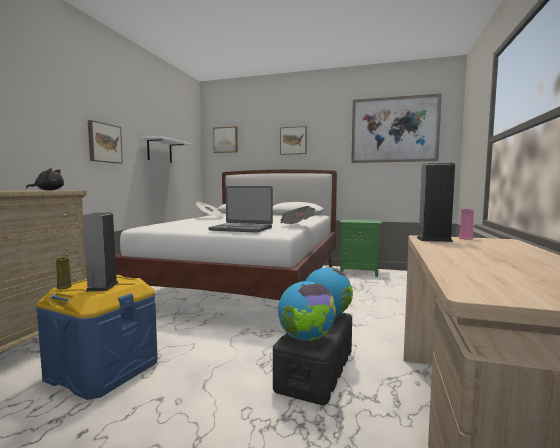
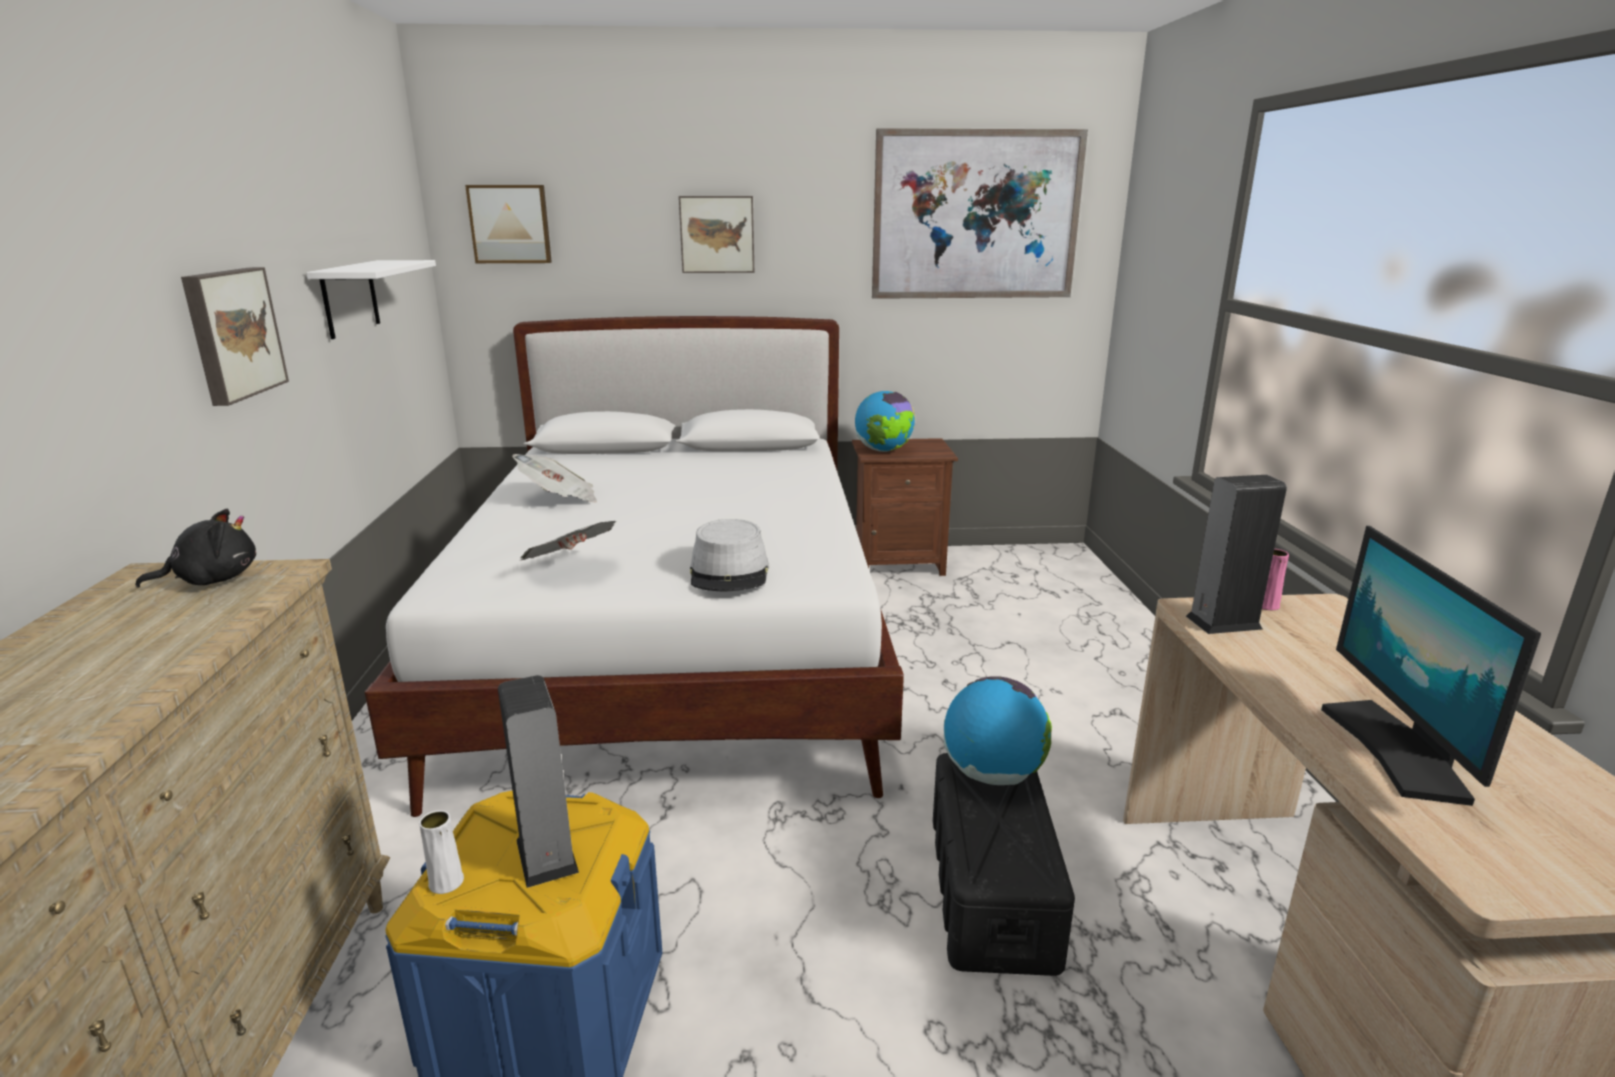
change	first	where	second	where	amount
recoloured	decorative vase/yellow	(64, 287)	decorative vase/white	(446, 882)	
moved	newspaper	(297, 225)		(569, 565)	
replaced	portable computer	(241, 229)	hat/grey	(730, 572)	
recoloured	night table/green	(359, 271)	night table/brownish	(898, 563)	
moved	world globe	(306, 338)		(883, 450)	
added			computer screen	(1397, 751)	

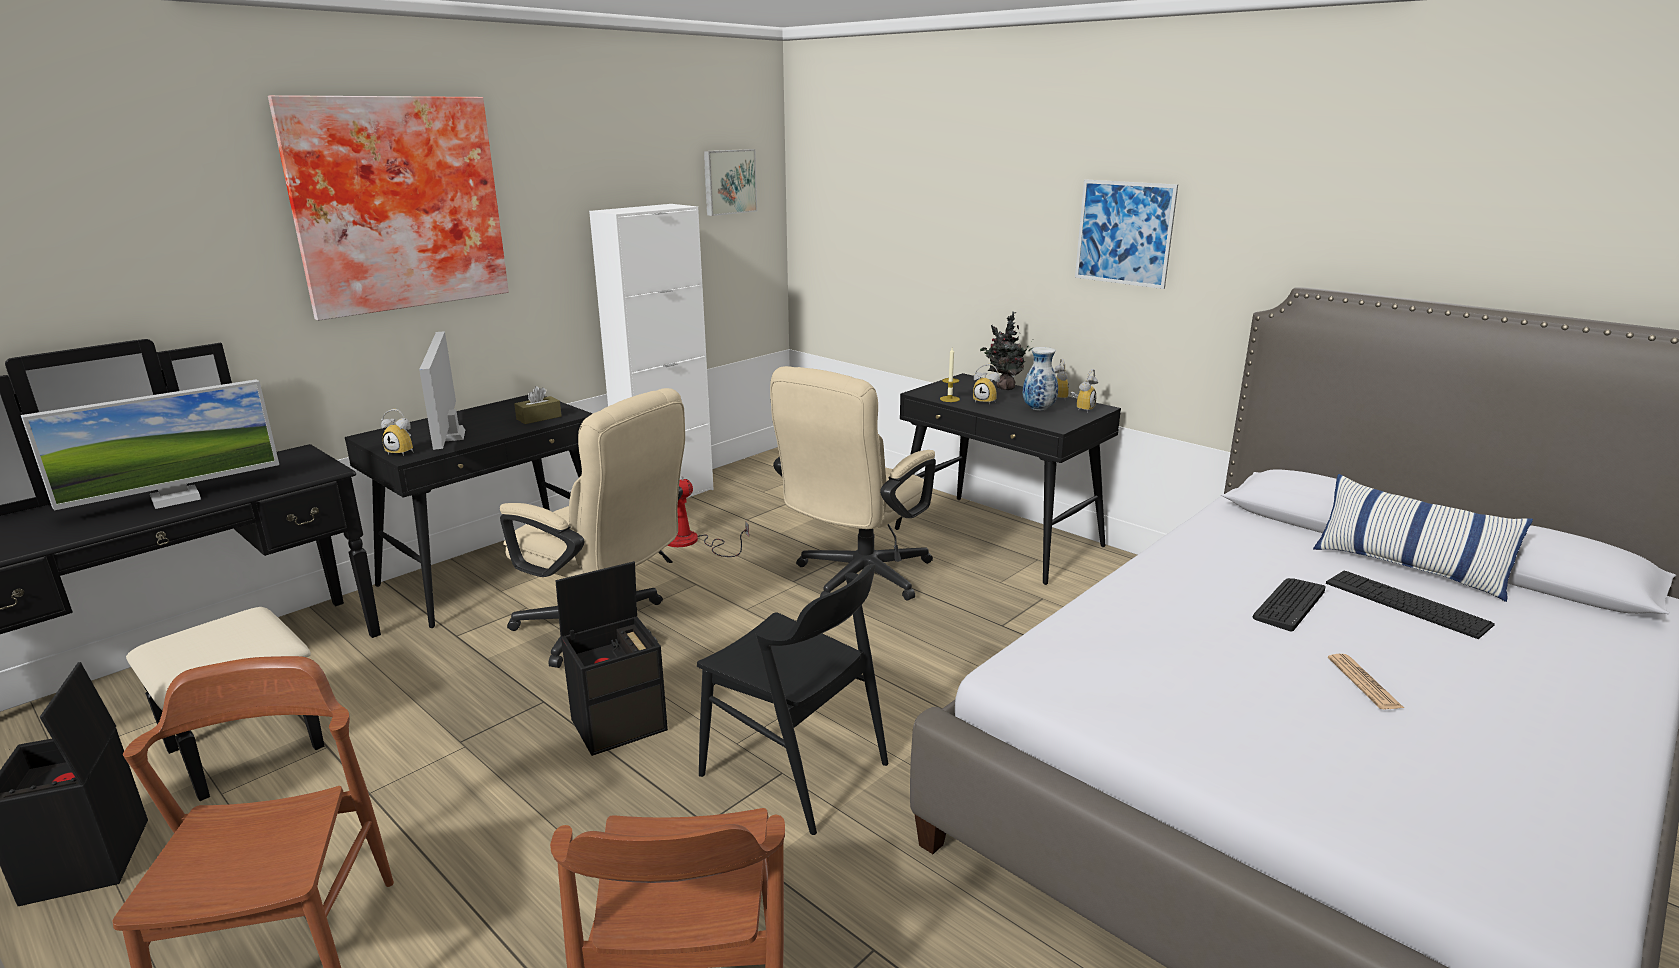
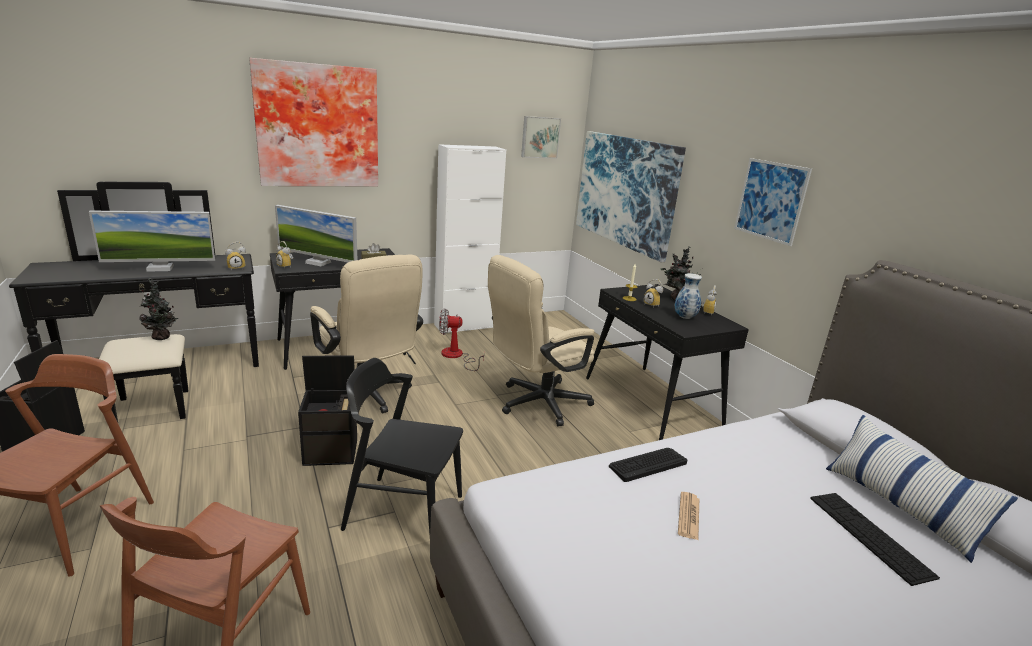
change	first	where	second	where	amount
added			houseplant	(162, 338)	
moved	bedside clock	(1082, 409)		(237, 268)	
turned	computer screen	(449, 436)		(318, 262)	75 degrees counterclockwise
turned	plain chair/black	(795, 769)		(403, 512)	135 degrees clockwise
added			picture	(625, 191)	
moved	computer keyboard	(1288, 604)		(647, 464)	
moved	newspaper	(1364, 683)		(688, 516)	

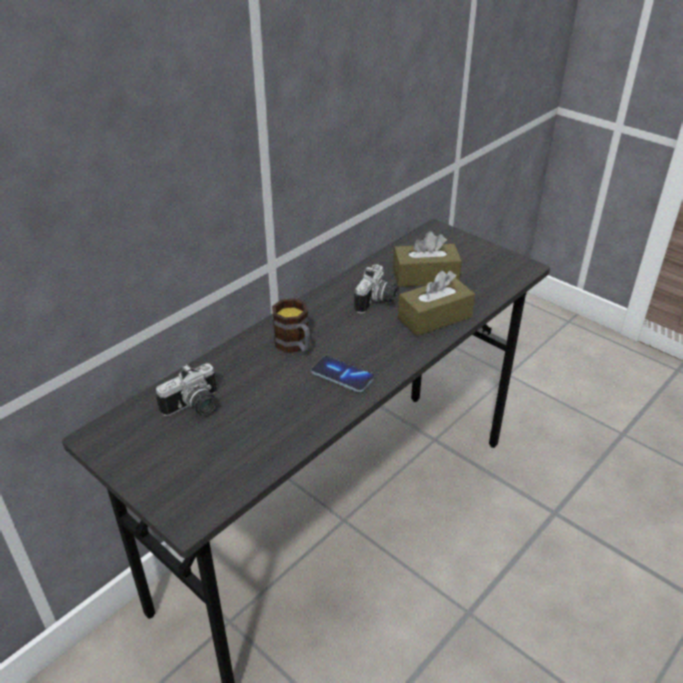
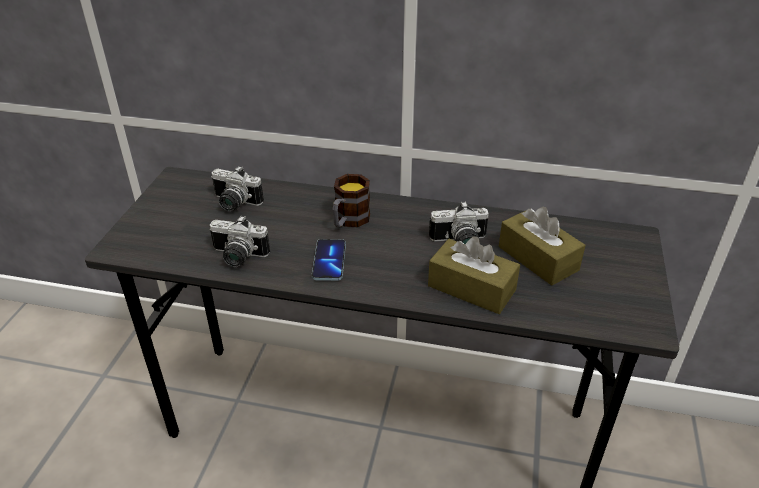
change	first	where	second	where	amount
added			photo camera	(237, 257)	

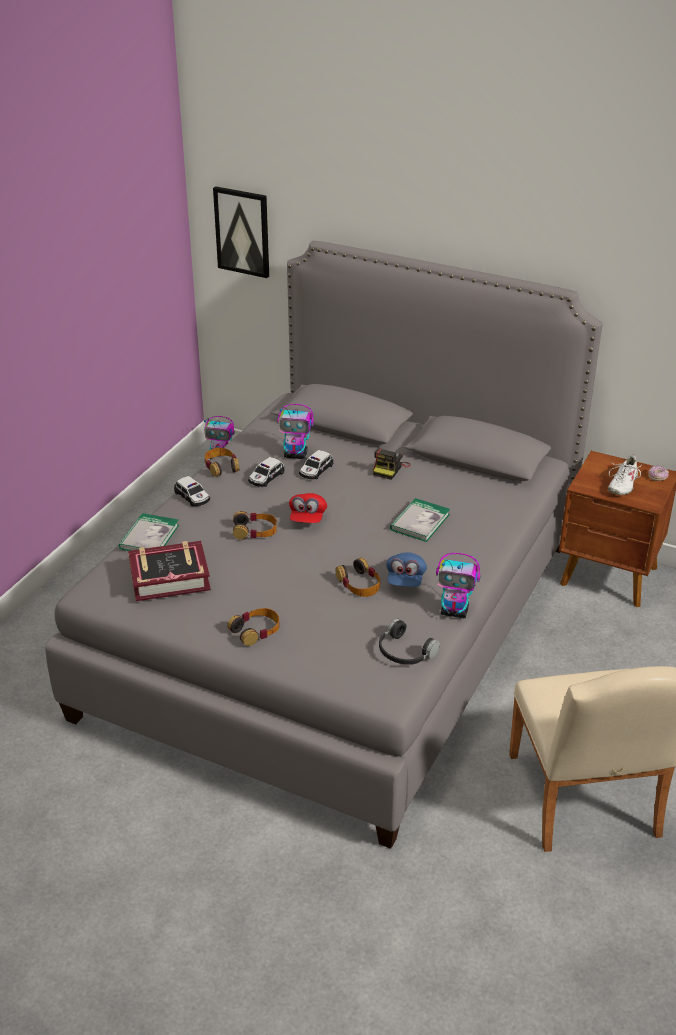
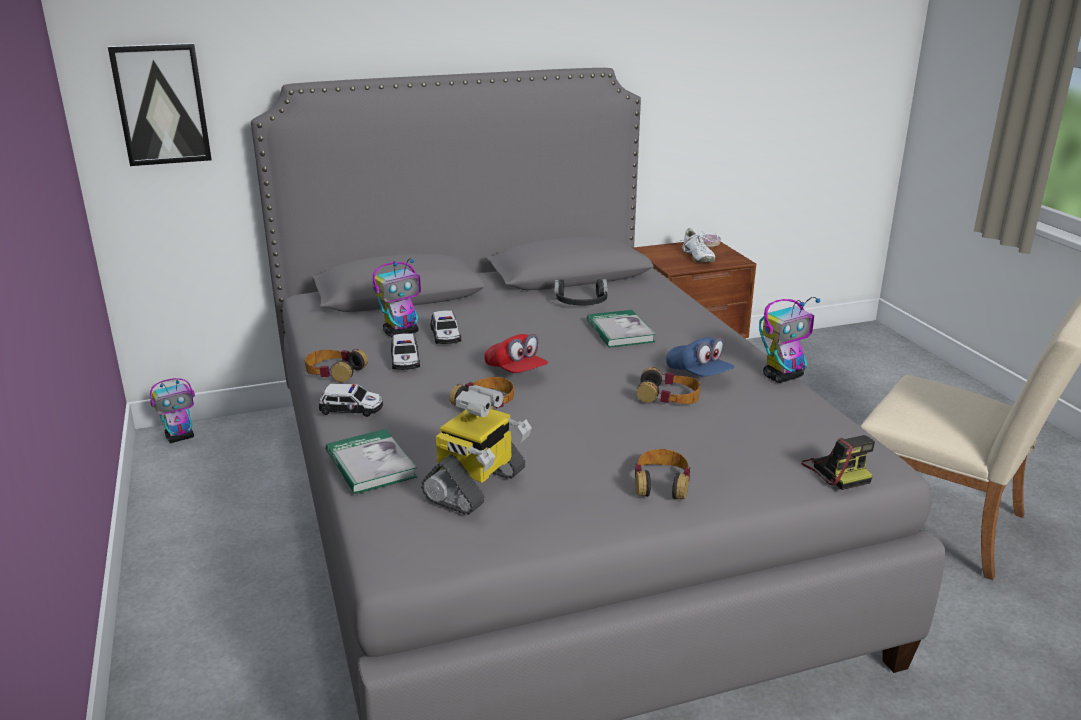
change	first	where	second	where	amount
replaced	book	(169, 577)	robot figure	(476, 486)	
moved	headset/black	(404, 652)		(581, 303)	
moved	photo camera	(390, 469)		(836, 471)	

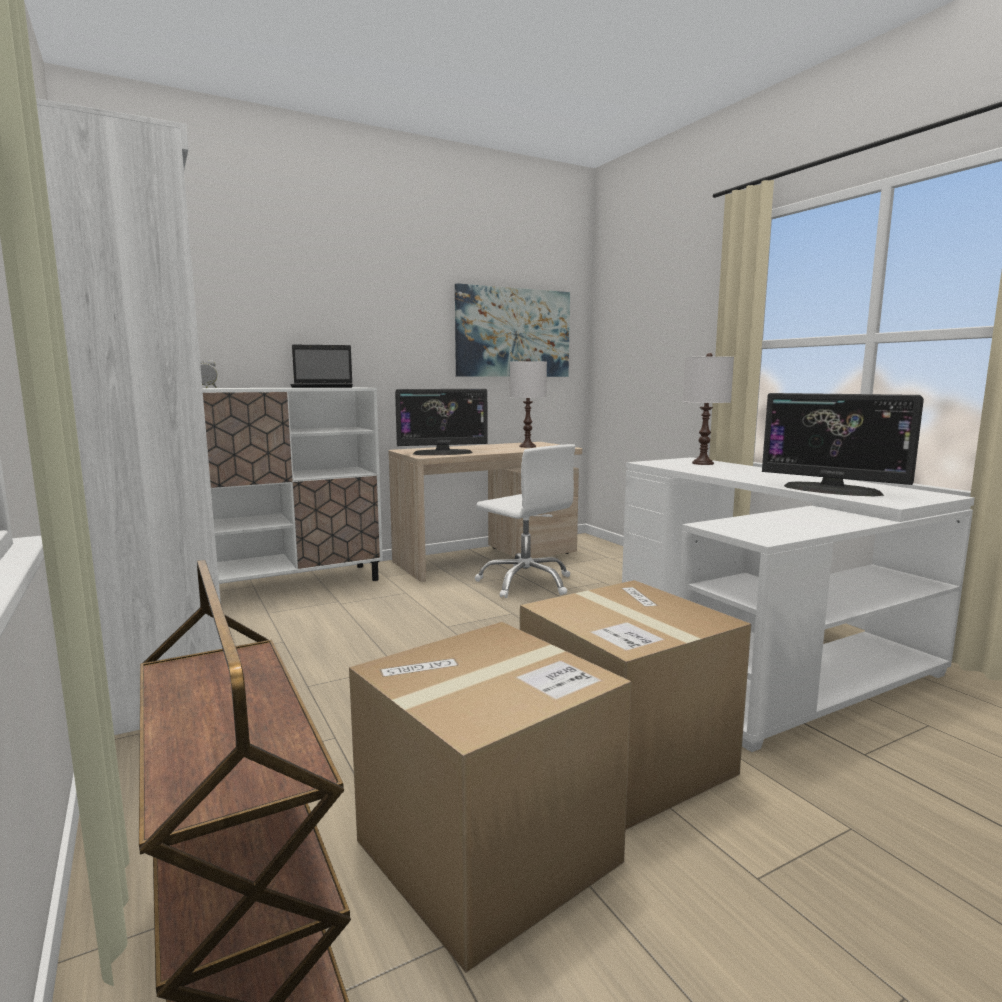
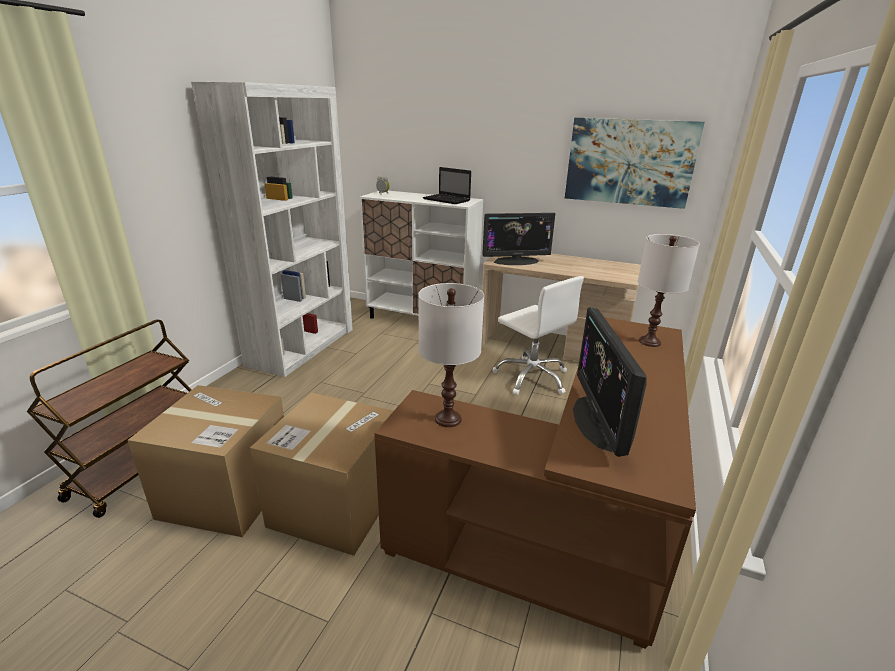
change	first	where	second	where	amount
recoloured	desk unit/white	(762, 644)	desk unit/brownish	(569, 514)	
moved	tabletop lamp/white	(527, 446)		(448, 419)	
turned	computer screen	(442, 453)		(516, 261)	45 degrees counterclockwise
turned	computer chair/white	(526, 583)		(532, 377)	45 degrees counterclockwise

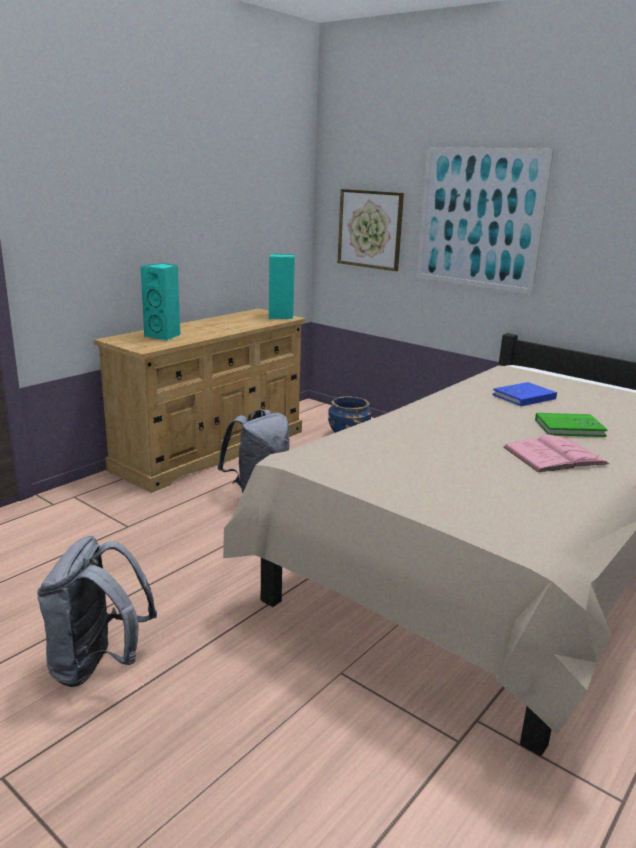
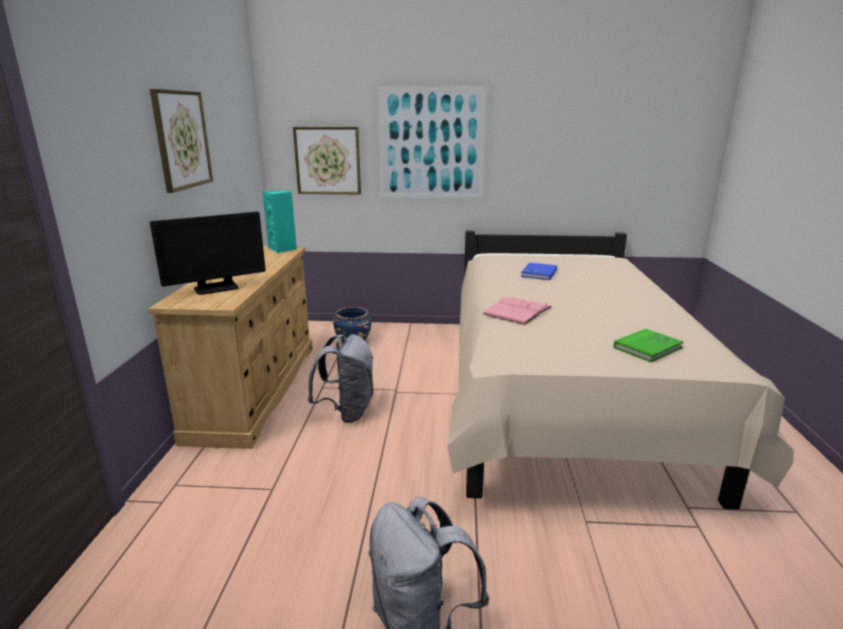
change	first	where	second	where	amount
added			picture	(182, 140)	
replaced	loudspeaker/turquoise	(164, 336)	computer screen	(216, 288)	
moved	book/pink	(554, 455)		(517, 311)	
moved	book/green	(569, 428)		(647, 348)	

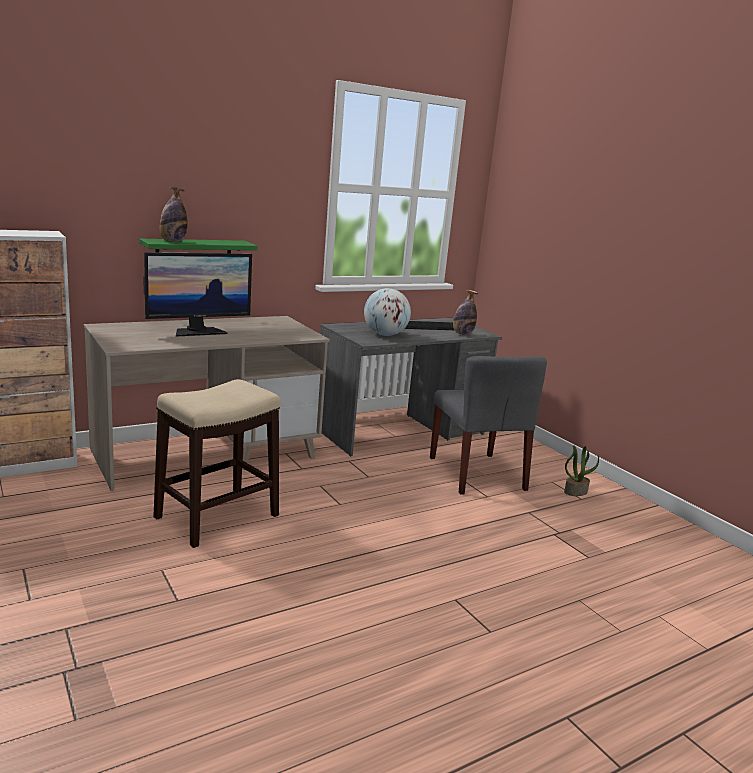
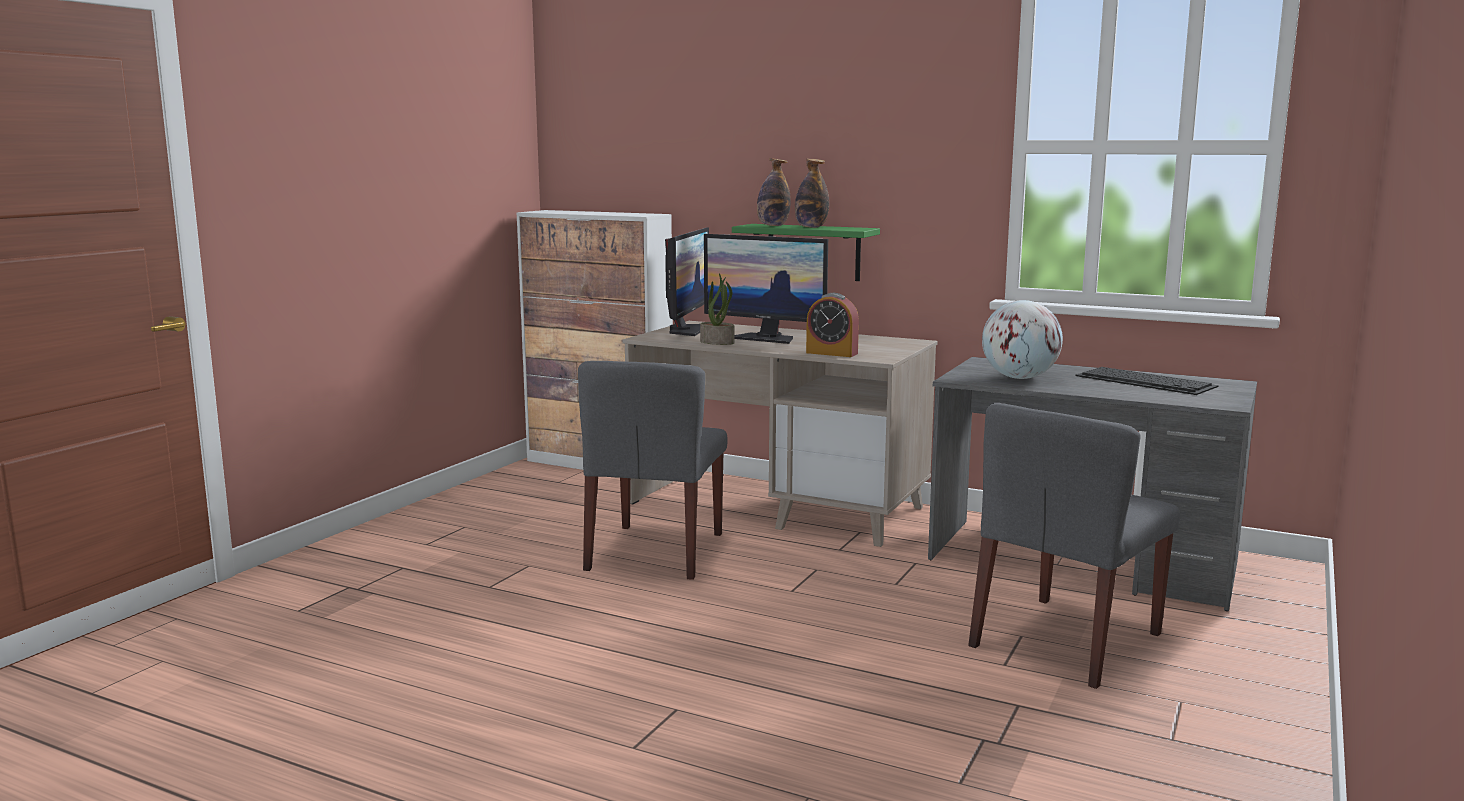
change	first	where	second	where	amount
replaced	stool seat	(216, 517)	plain chair/grey	(655, 552)	
added			computer screen	(687, 330)	
moved	houseplant	(575, 491)		(718, 342)	
moved	bottle	(462, 334)		(811, 227)	
added			bedside clock	(832, 353)	

